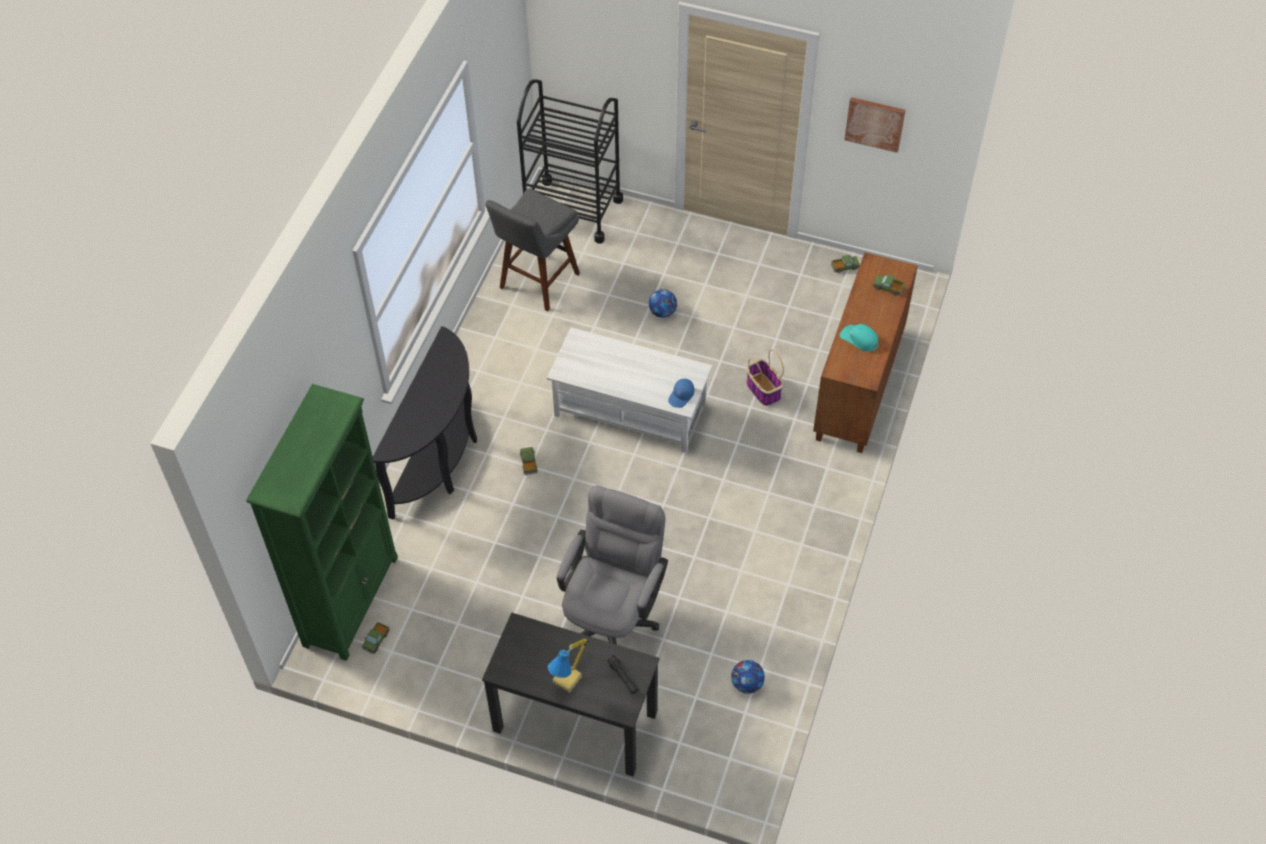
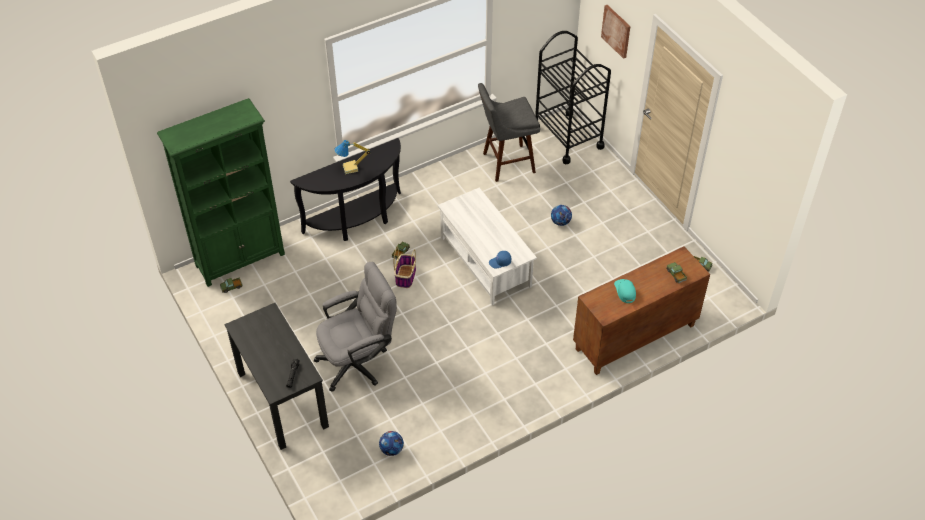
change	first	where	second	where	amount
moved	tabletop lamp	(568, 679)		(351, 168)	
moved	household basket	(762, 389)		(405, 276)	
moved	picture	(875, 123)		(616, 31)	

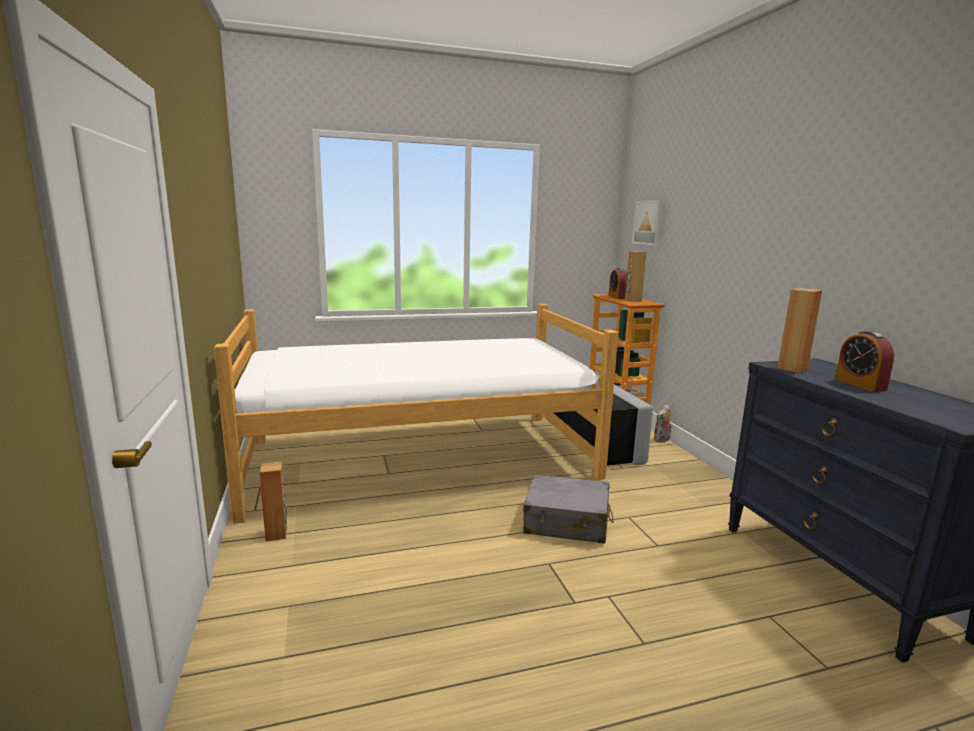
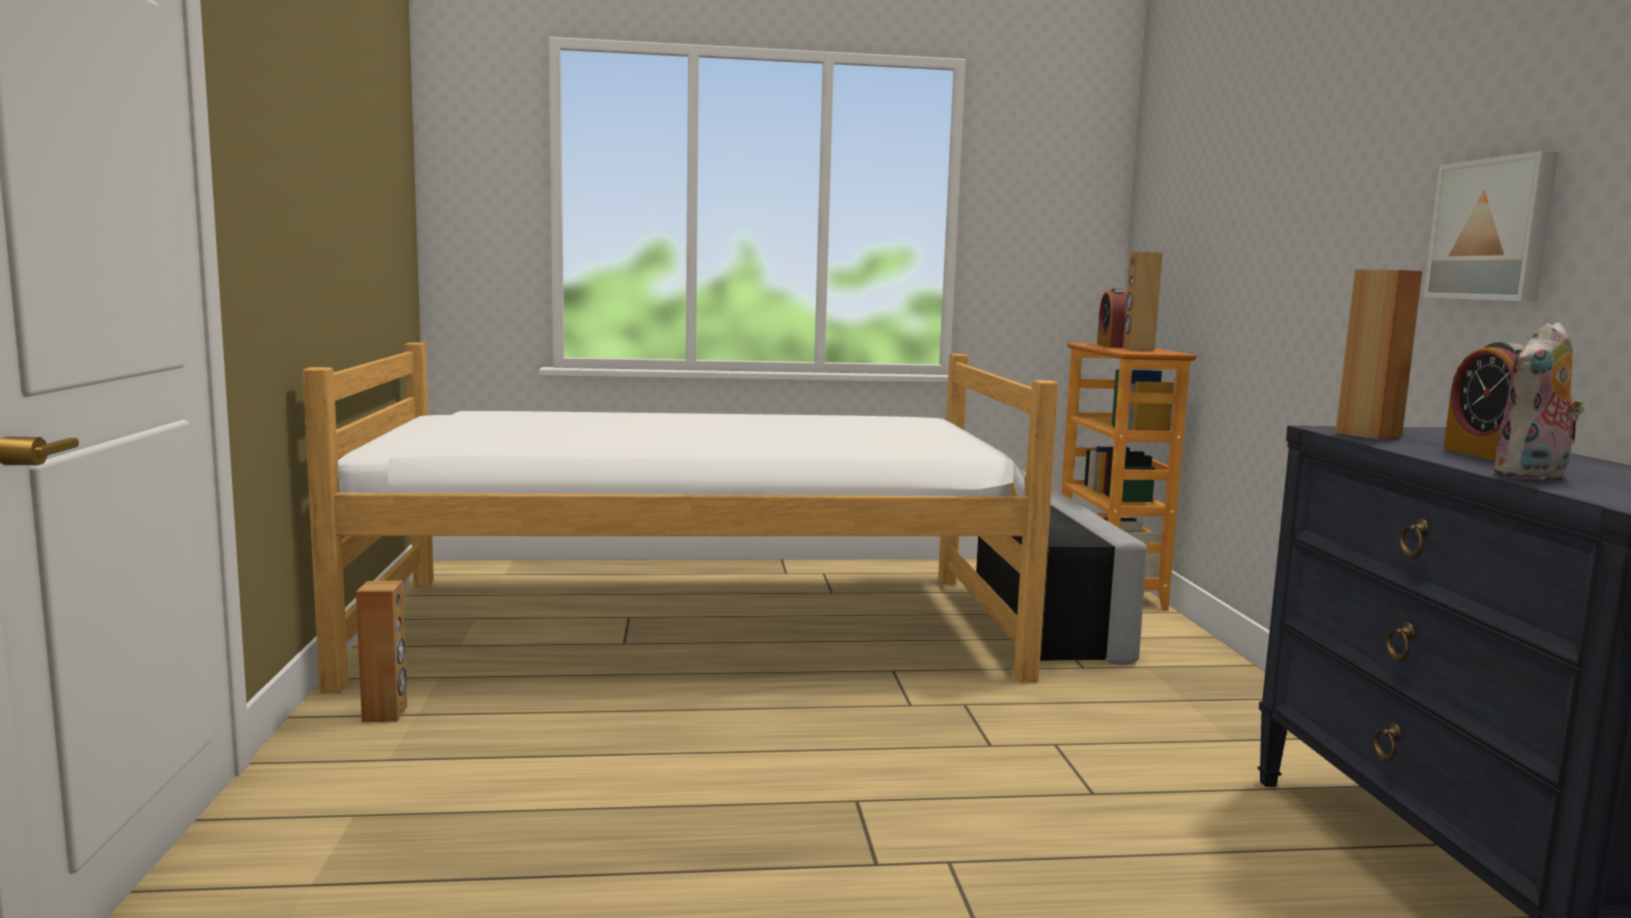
change	first	where	second	where	amount
moved	picture	(650, 222)		(1493, 230)	
moved	cuddly toy	(662, 440)		(1532, 476)	
removed	travel case/grey	(567, 522)			

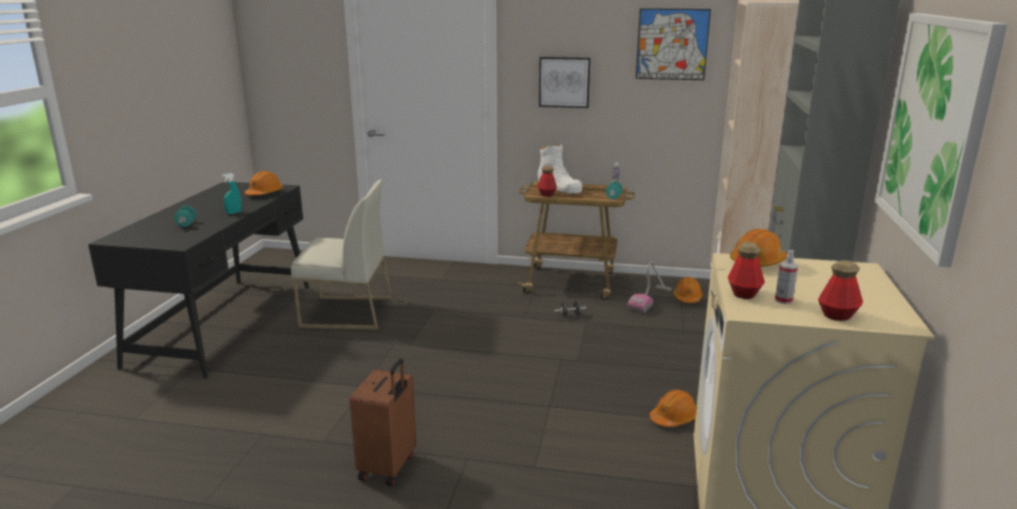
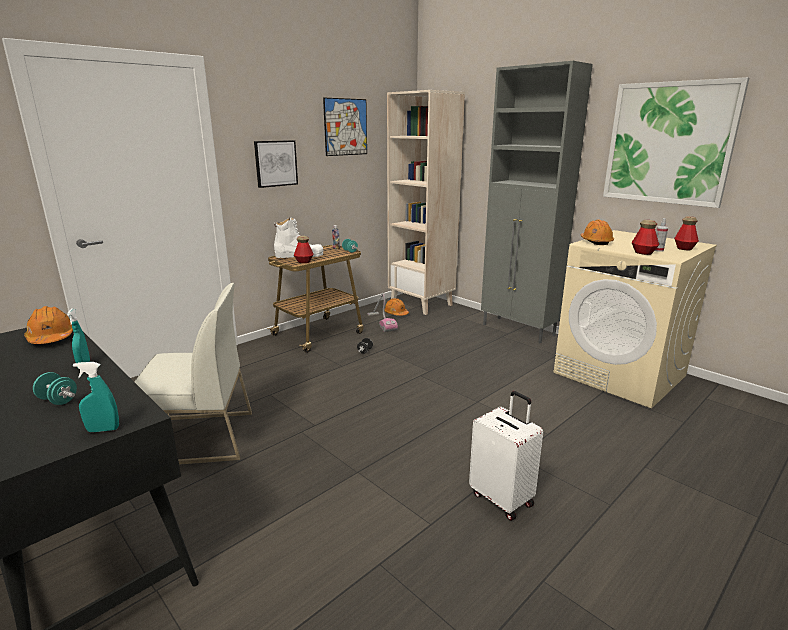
change	first	where	second	where	amount
added			hand sprayer/turquoise	(103, 430)	
turned	plain chair/white	(346, 313)		(199, 438)	45 degrees clockwise
recoloured	travel case/brownish	(388, 467)	travel case/white	(502, 498)	
removed	safety helmet/orange	(673, 418)			

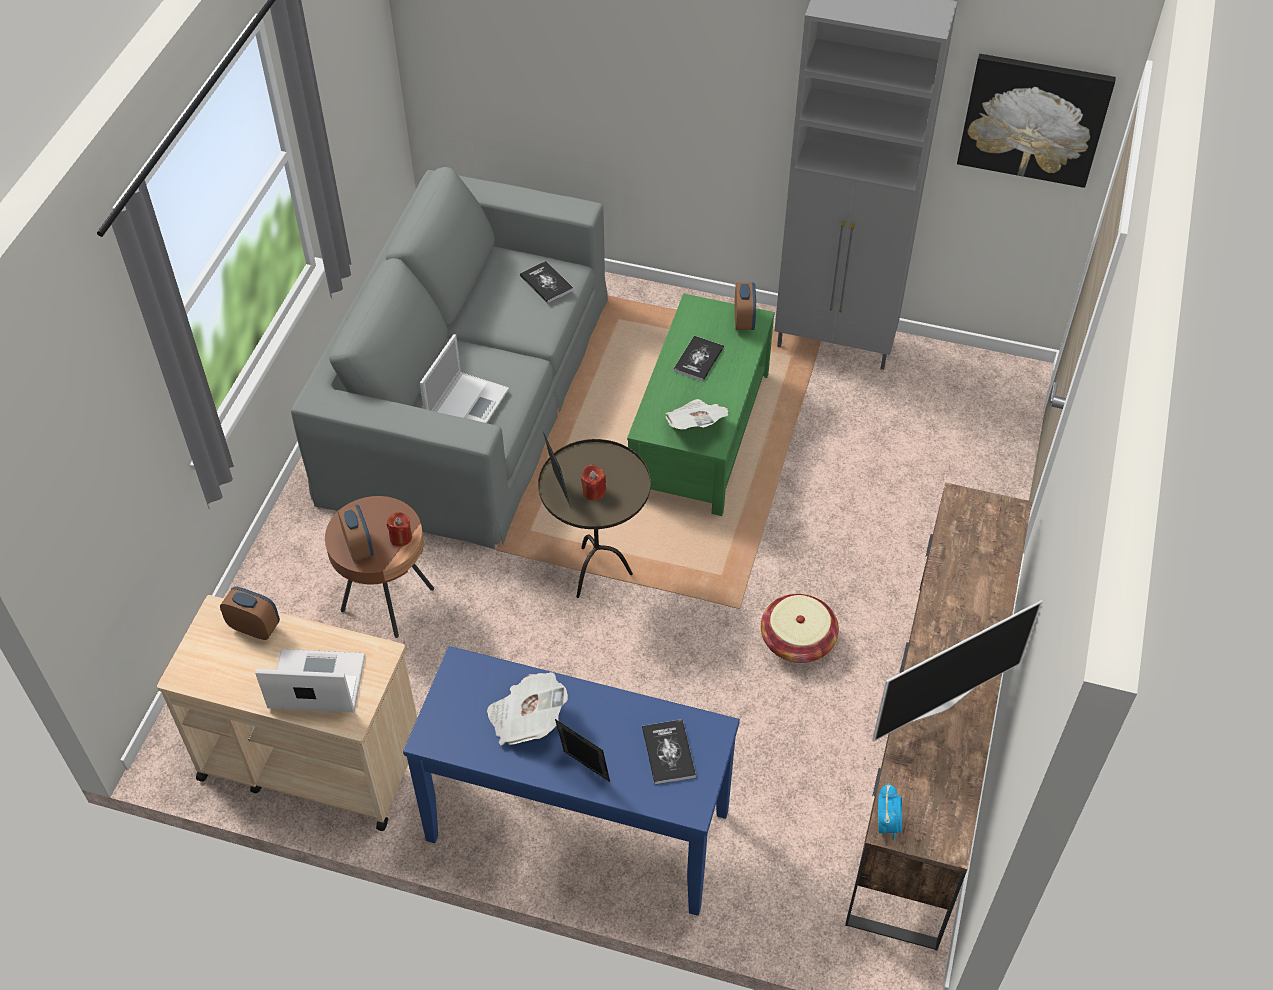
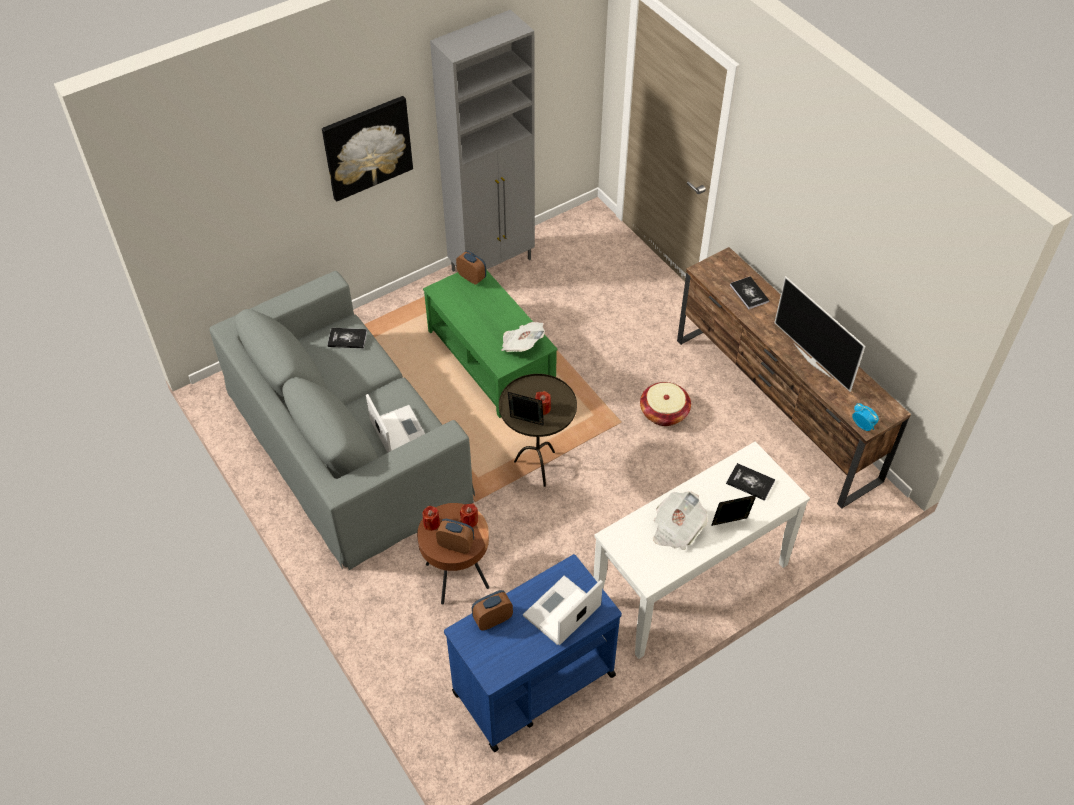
change	first	where	second	where	amount
moved	picture	(1034, 119)		(367, 147)	
added			wax light/red-coloured	(431, 523)	
recoloured	wheeled cart/beige	(310, 759)	wheeled cart/blue-coloured	(532, 684)	
recoloured	narrow table/blue-coloured	(577, 827)	narrow table/white	(691, 582)	
moved	book	(698, 359)		(749, 293)	
turned	TV set	(940, 703)		(813, 360)	135 degrees clockwise

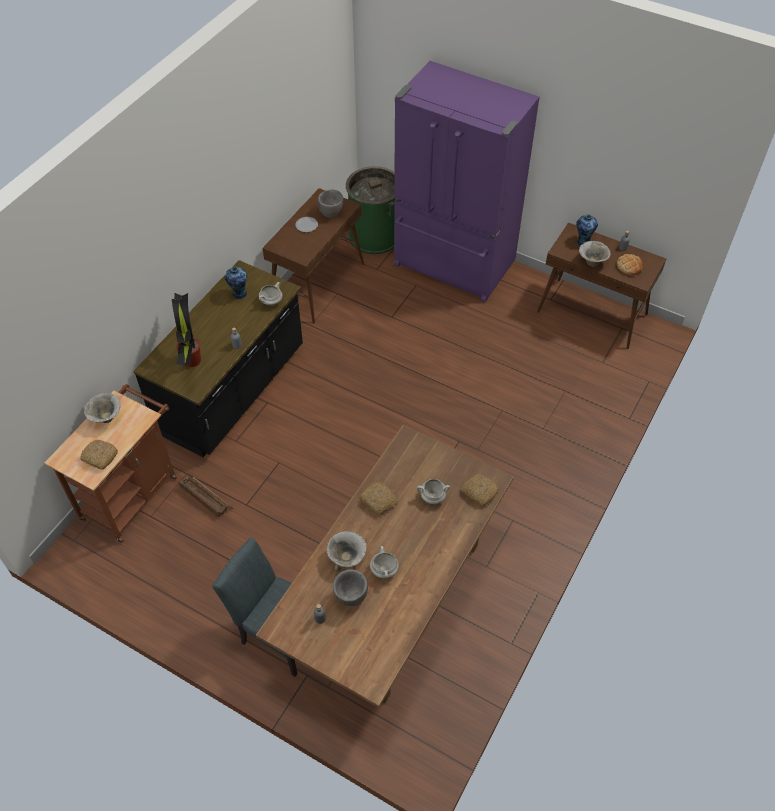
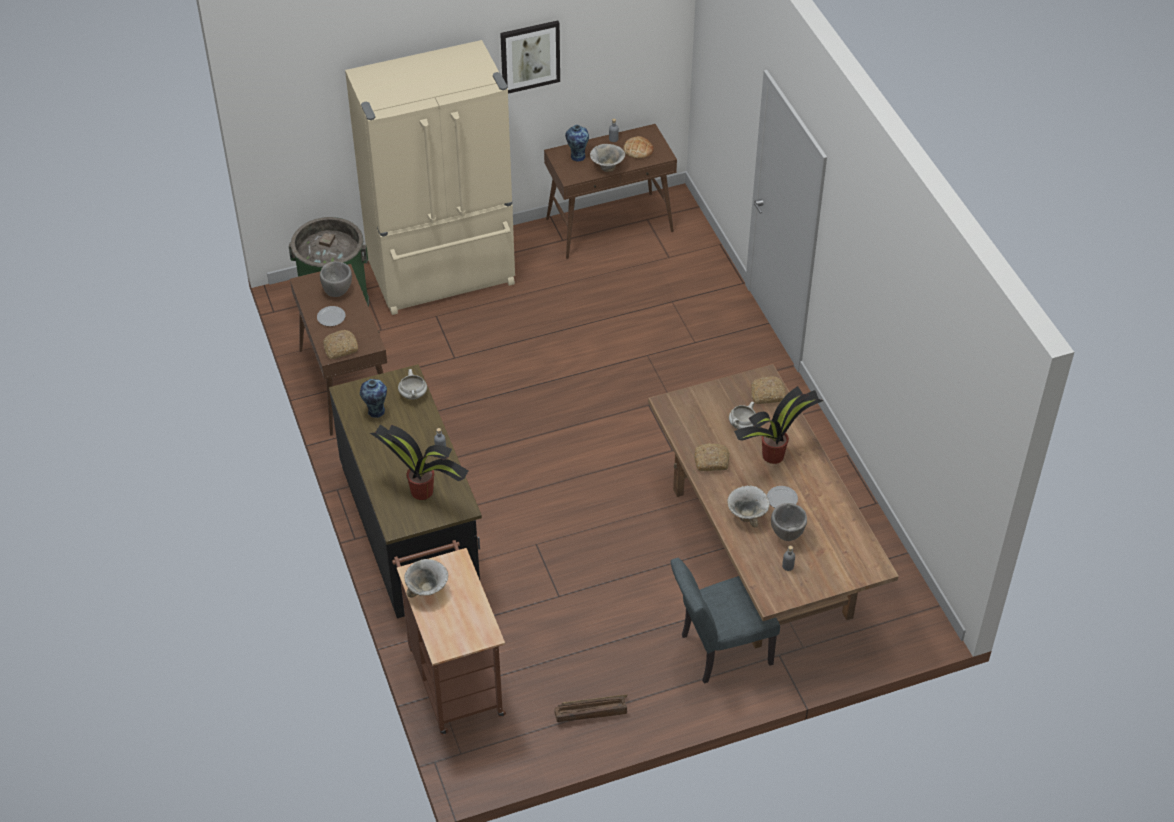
change	first	where	second	where	amount
moved	bakery bread	(99, 457)		(340, 348)	
recoloured	fridge/purple-coloured	(453, 265)	fridge/beige	(443, 275)	
added			picture	(530, 56)	
moved	crate	(205, 498)		(591, 711)	
added			houseplant	(774, 455)	
replaced	cooking pot/white	(384, 570)	flat dish	(782, 499)	

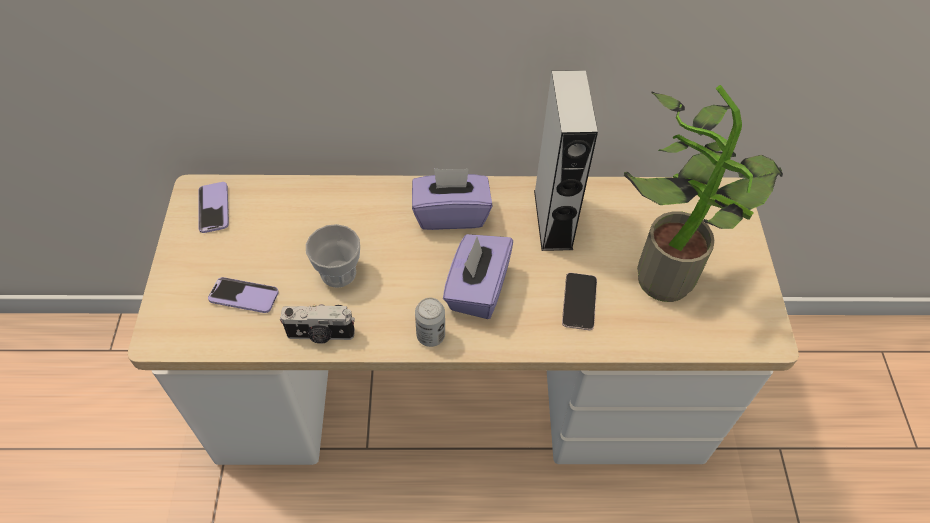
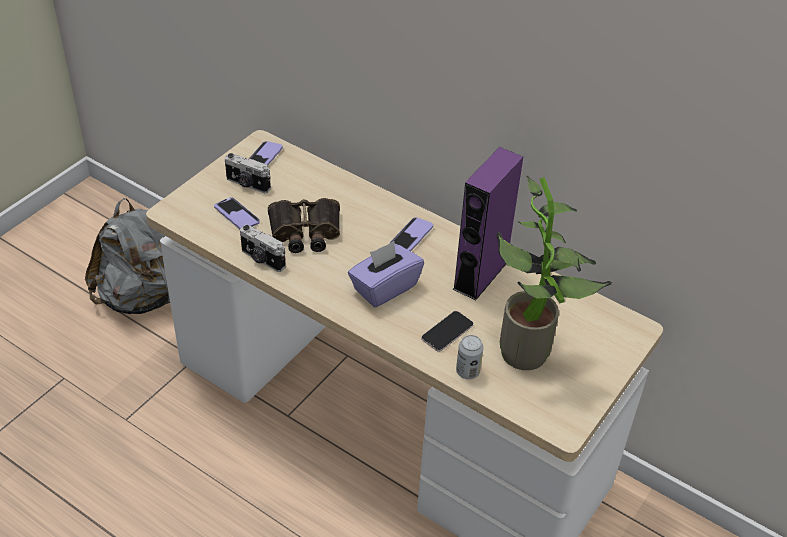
change	first	where	second	where	amount
added			knapsack/grey	(144, 297)	
added			photo camera	(247, 184)	
replaced	small cup	(338, 273)	field glasses	(305, 232)	
replaced	tissue holder/purple-coloured	(451, 214)	handset	(411, 236)	
recoloured	loudspeaker/grey	(553, 219)	loudspeaker/purple-coloured	(480, 275)	
moved	can	(430, 335)		(467, 371)	

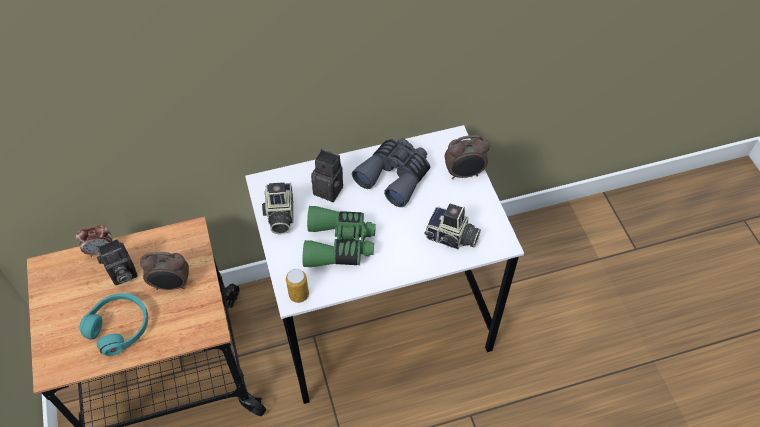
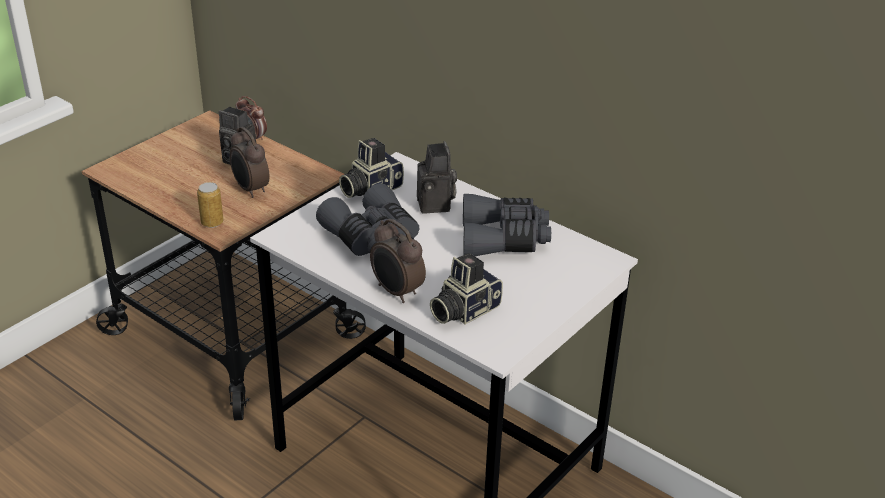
change	first	where	second	where	amount
moved	can	(299, 295)		(212, 223)	
recoloured	field glasses/green	(339, 244)	field glasses/grey	(373, 238)	
moved	bedside clock	(464, 174)		(396, 292)	
turned	photo camera	(451, 238)		(463, 310)	60 degrees clockwise
removed	headset/turquoise	(119, 327)			

